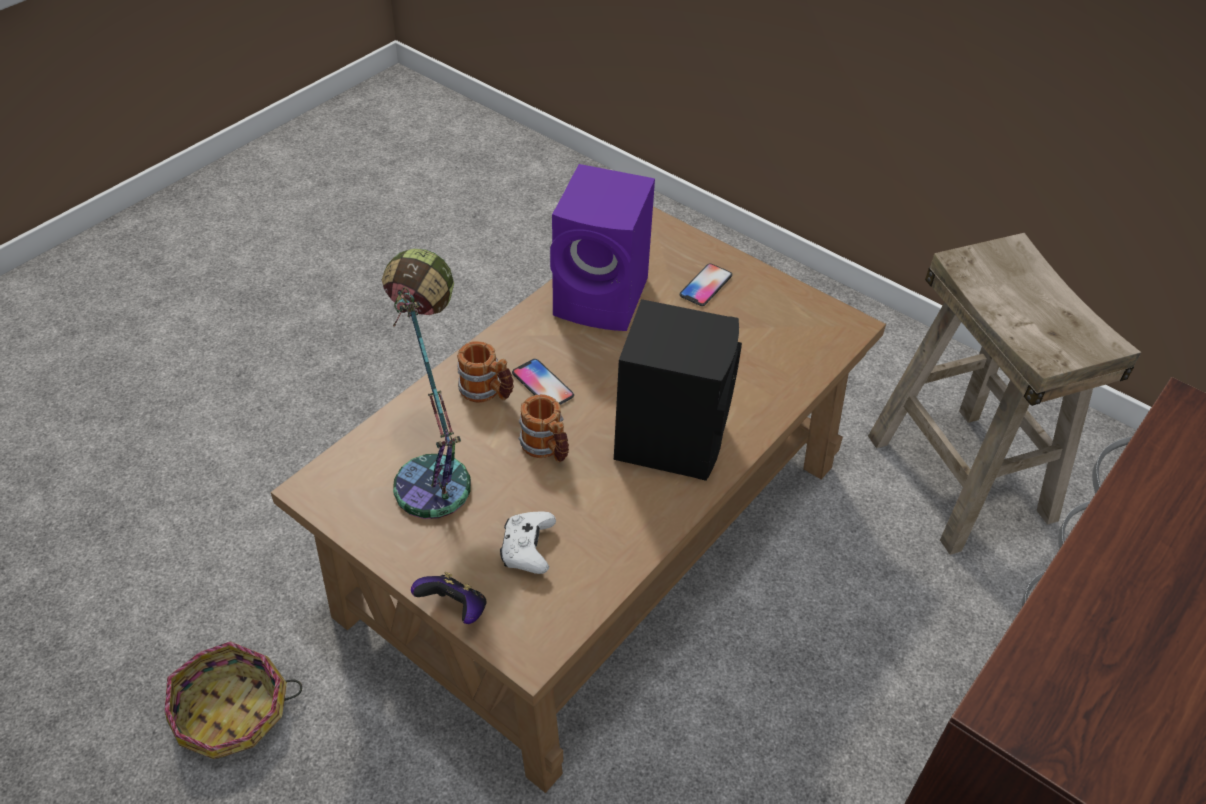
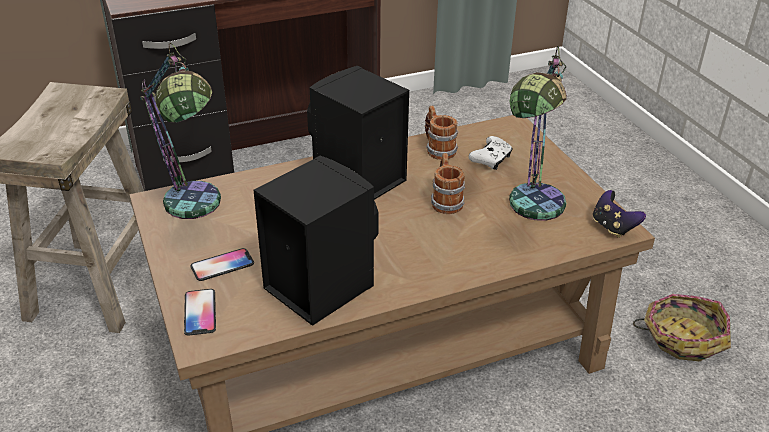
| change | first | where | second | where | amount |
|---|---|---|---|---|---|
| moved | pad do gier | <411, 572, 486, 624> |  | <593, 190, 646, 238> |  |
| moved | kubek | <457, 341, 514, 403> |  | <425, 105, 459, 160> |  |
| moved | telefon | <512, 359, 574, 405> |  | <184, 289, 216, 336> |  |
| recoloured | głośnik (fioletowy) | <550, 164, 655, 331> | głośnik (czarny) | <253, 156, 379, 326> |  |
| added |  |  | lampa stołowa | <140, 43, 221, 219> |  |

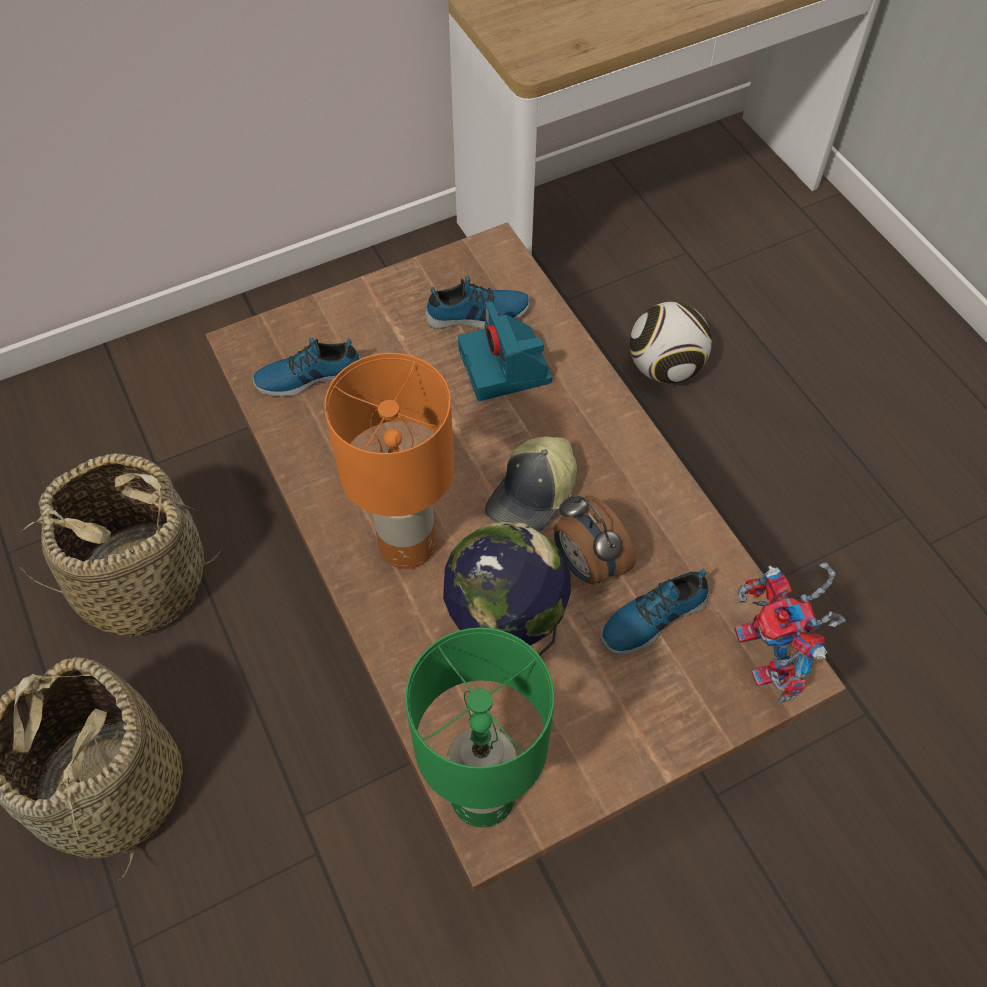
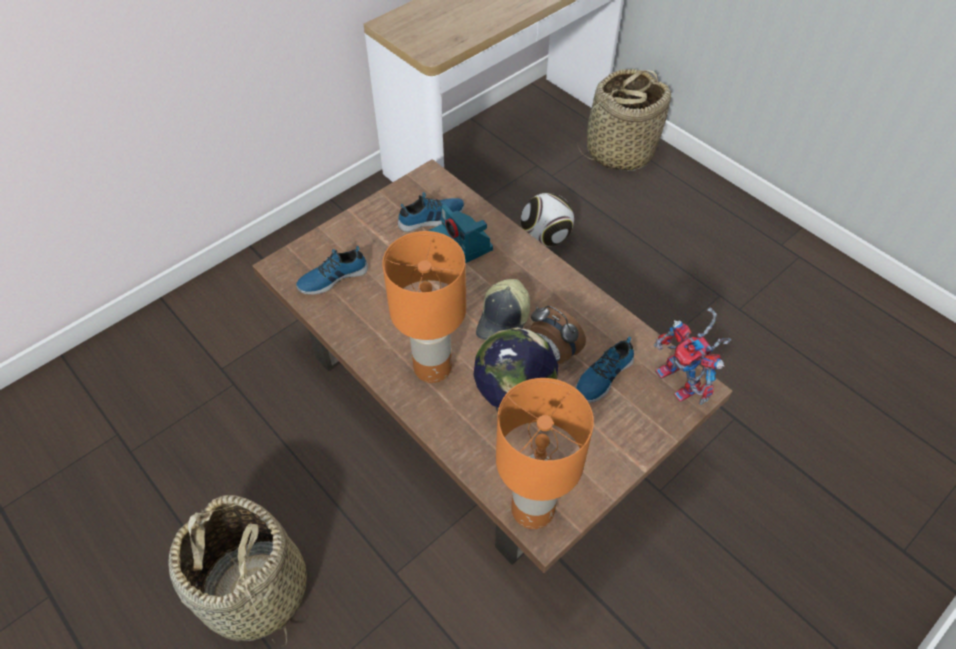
| change | first | where | second | where | amount |
|---|---|---|---|---|---|
| moved | koszyk | <13, 454, 222, 637> |  | <577, 69, 671, 171> |  |
| recoloured | lampa stołowa (zielony) | <405, 627, 554, 828> | lampa stołowa (pomarańczowy) | <496, 378, 594, 529> |  |

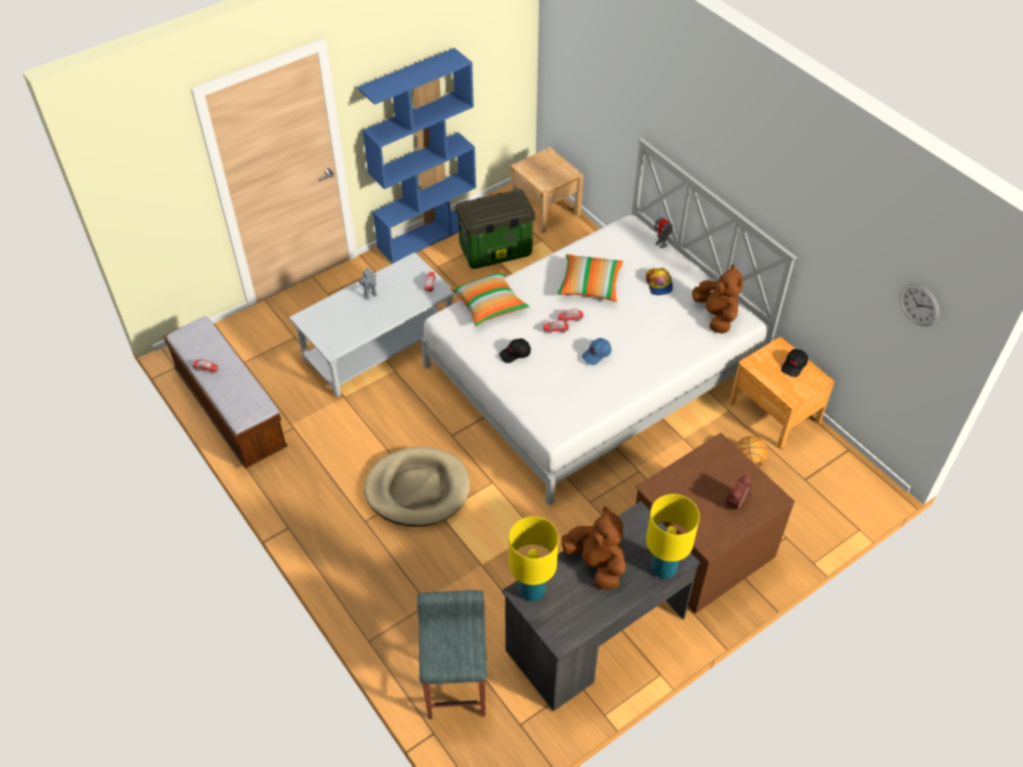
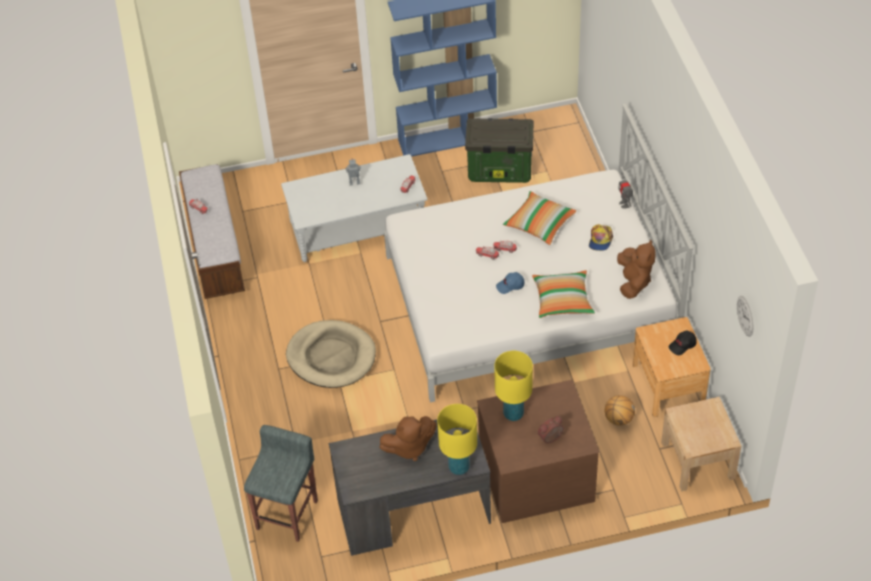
| change | first | where | second | where | amount |
|---|---|---|---|---|---|
| moved | poduszka | <450, 269, 529, 326> |  | <532, 270, 595, 318> |  |
| removed | czapka z daszkiem (czarny) | <499, 338, 531, 363> |  |  |  |
| moved | lampa stołowa (żółty) | <509, 517, 559, 601> |  | <494, 351, 533, 421> |  |
| moved | szafka nocna (beżowy) | <510, 147, 584, 234> |  | <661, 397, 741, 491> |  |
| turned | pluszak (brązowy) | <562, 506, 626, 590> |  | <379, 416, 437, 461> | 90 degrees clockwise |

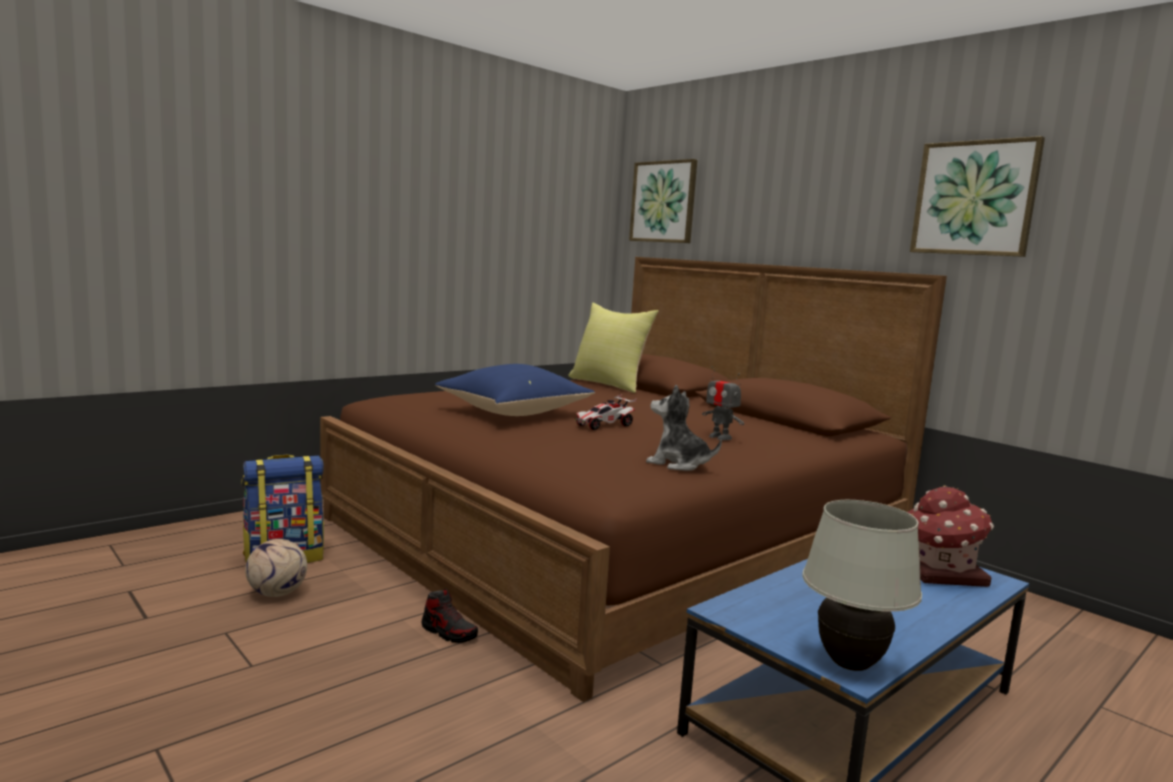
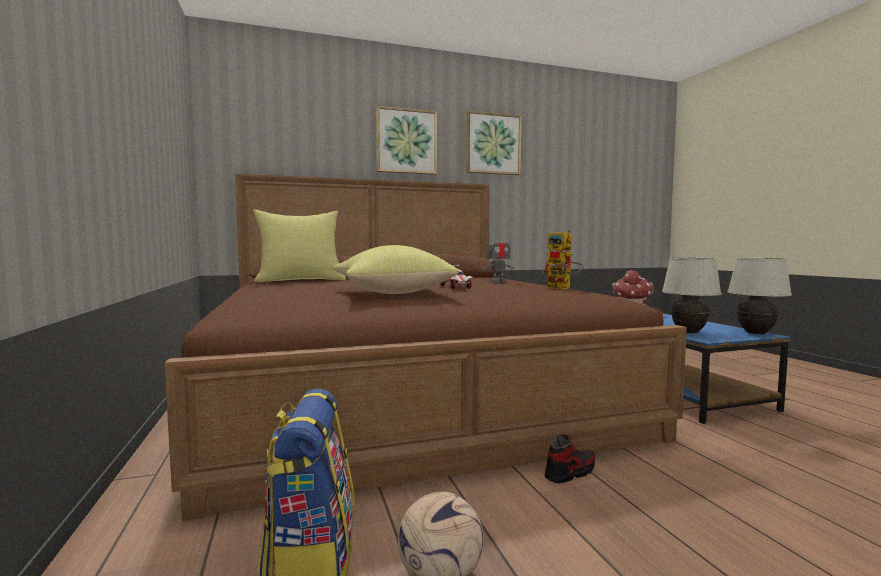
| change | first | where | second | where | amount |
|---|---|---|---|---|---|
| recoloured | poduszka (niebieski) | <435, 364, 595, 416> | poduszka (żółty) | <332, 245, 458, 294> |  |
| moved | obraz | <629, 159, 697, 243> |  | <376, 106, 437, 175> |  |
| replaced | pluszak | <646, 385, 722, 471> | robot zabawkowy | <542, 229, 584, 290> |  |
| added |  |  | lampa stołowa (biały) | <662, 258, 722, 333> |  |

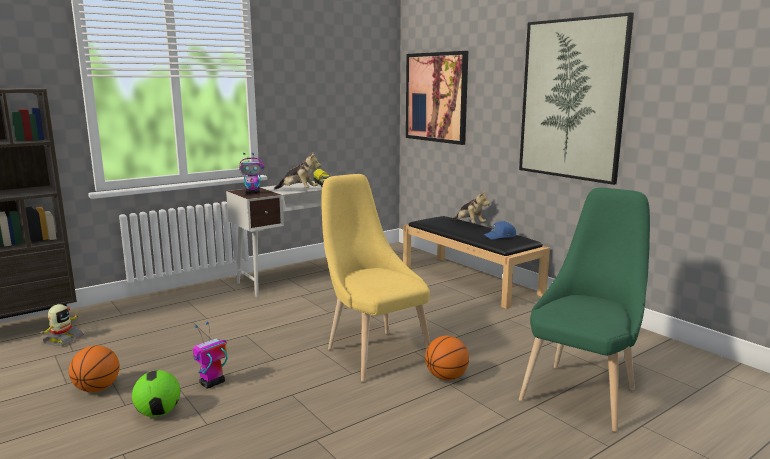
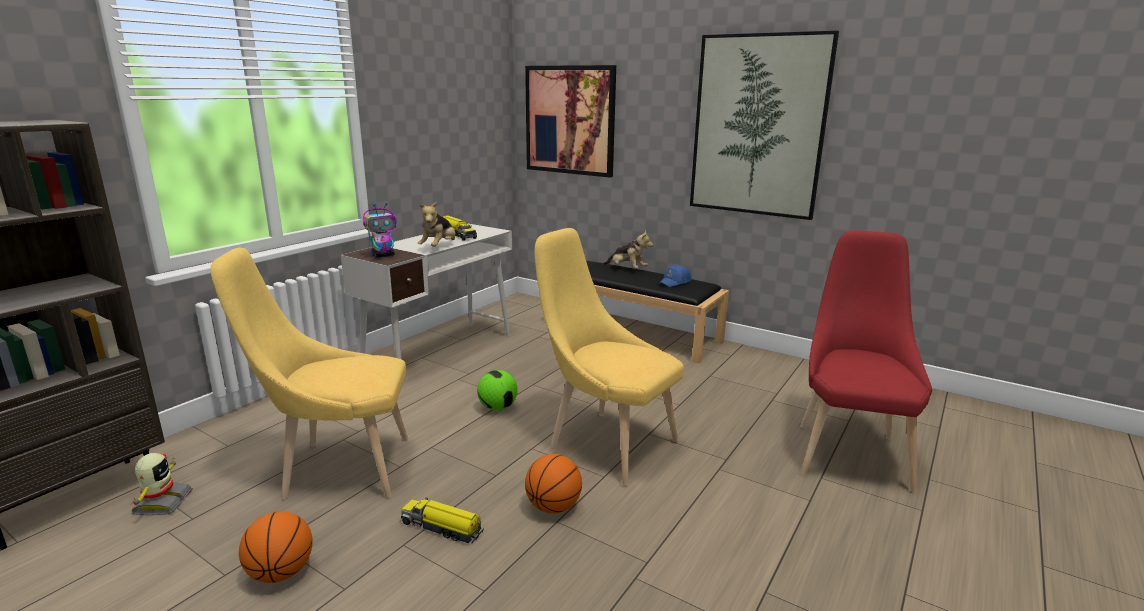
| change | first | where | second | where | amount |
|---|---|---|---|---|---|
| moved | piłka futbolowa | <132, 370, 180, 417> |  | <477, 370, 518, 410> |  |
| replaced | robot zabawkowy | <193, 322, 228, 389> | ciężarówka zabawkowa | <401, 498, 484, 543> |  |
| turned | pluszak | <274, 153, 321, 189> |  | <418, 202, 455, 247> | 105 degrees clockwise |
| moved | piłka do koszykówki | <425, 336, 469, 380> |  | <525, 454, 582, 513> |  |
| recoloured | krzesło (zielony) | <519, 188, 650, 432> | krzesło (czerwony) | <800, 230, 932, 492> |  |
| added |  |  | krzesło (żółty) | <211, 248, 408, 499> |  |

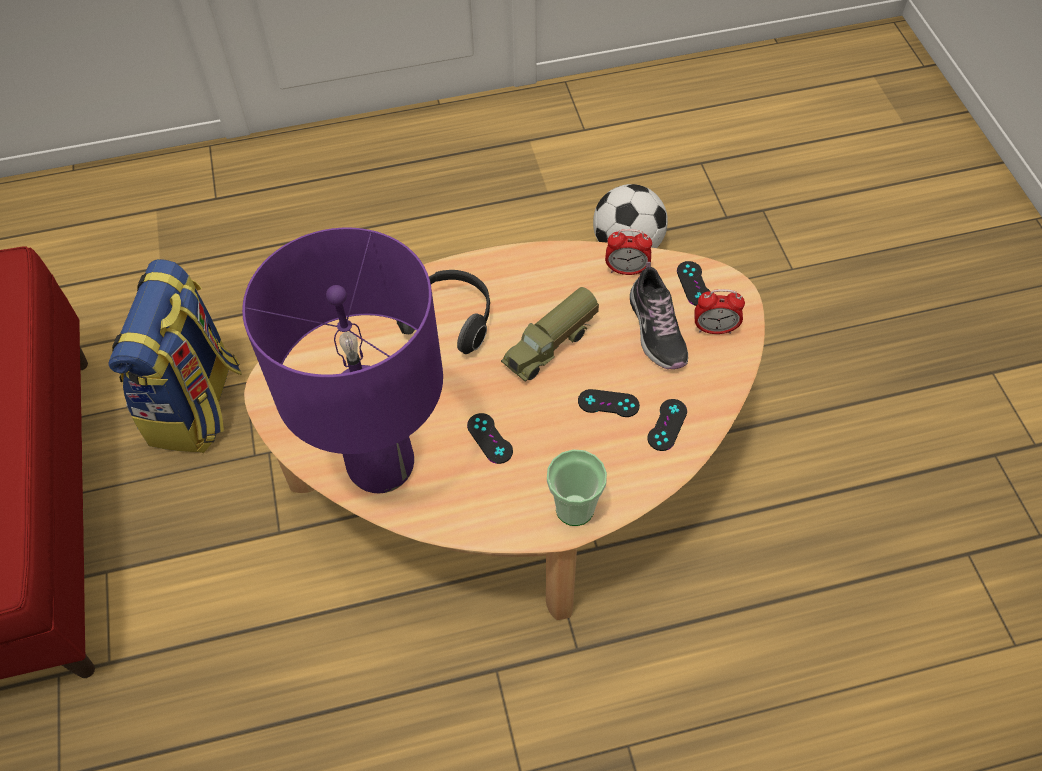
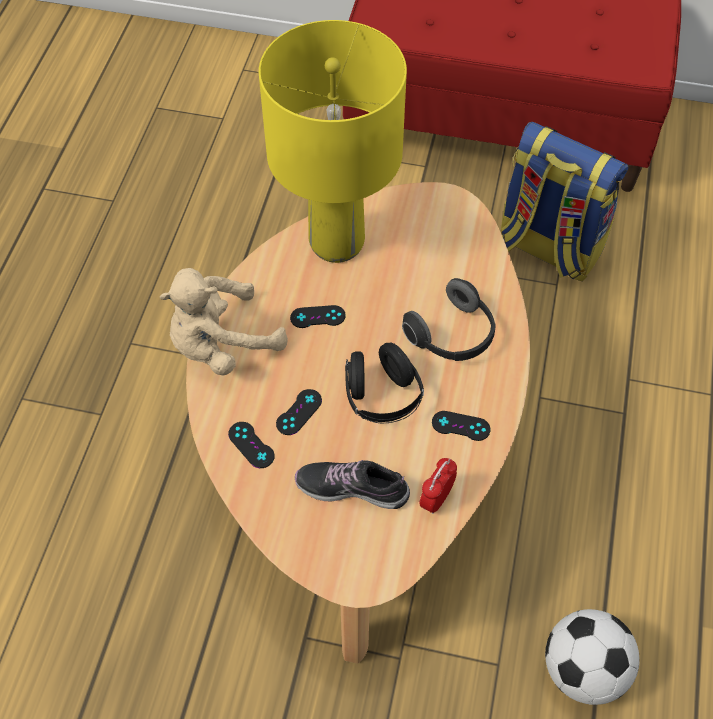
| change | first | where | second | where | amount |
|---|---|---|---|---|---|
| recoloured | lampa stołowa (fioletowy) | <242, 228, 443, 493> | lampa stołowa (żółty) | <259, 20, 407, 263> |  |
| replaced | ciężarówka zabawkowa | <501, 287, 599, 382> | słuchawki (czarny) | <345, 343, 424, 423> |  |
| replaced | filiżanka | <547, 449, 607, 526> | pluszak (beżowy) | <160, 268, 288, 376> |  |
| moved | pad do gier (czarny) | <677, 261, 711, 306> |  | <432, 411, 490, 441> |  |
| removed | budzik | <694, 289, 745, 334> |  |  |  |

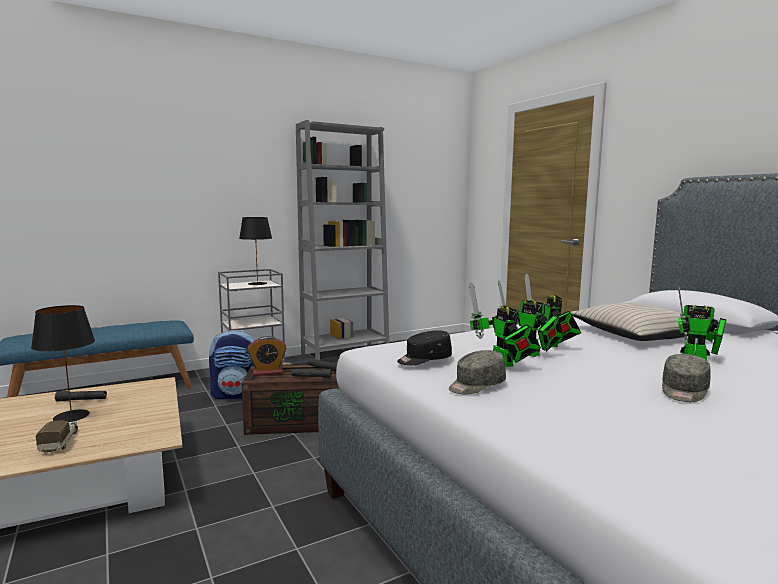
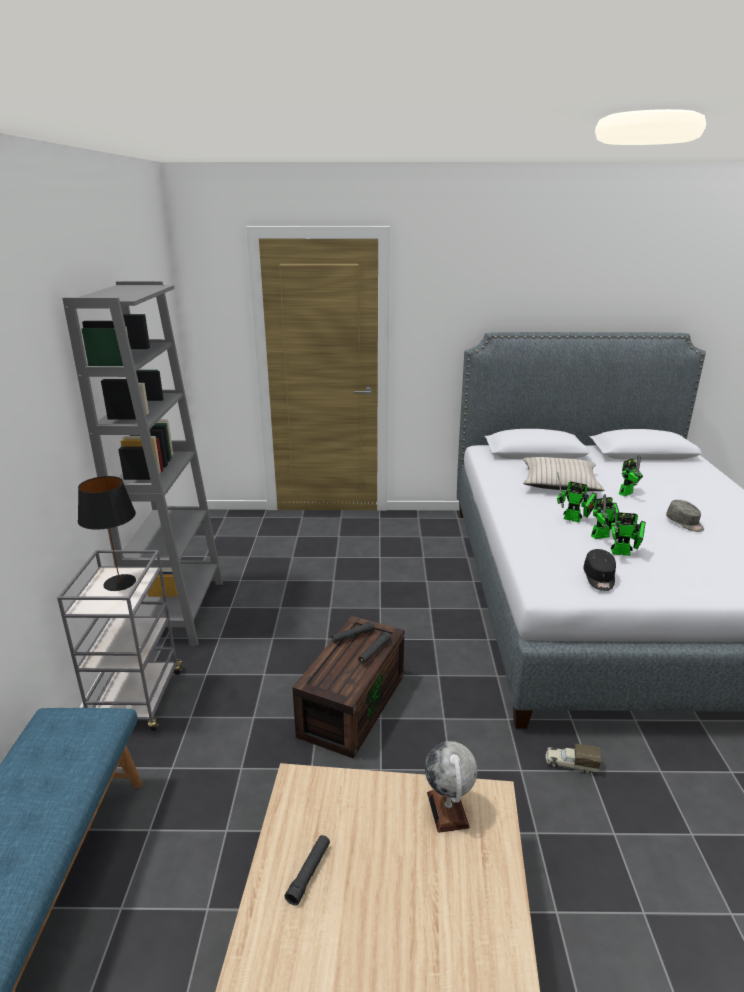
| change | first | where | second | where | amount |
|---|---|---|---|---|---|
| removed | lampa stołowa (czarny) | <31, 305, 95, 422> |  |  |  |
| moved | ciężarówka zabawkowa | <36, 420, 78, 453> |  | <545, 743, 601, 773> |  |
| removed | plecak | <209, 330, 255, 399> |  |  |  |
| removed | budzik | <247, 336, 287, 376> |  |  |  |
| removed | czapka z daszkiem (szary) | <449, 350, 506, 395> |  |  |  |
| added |  |  | globus | <425, 741, 477, 833> |  |

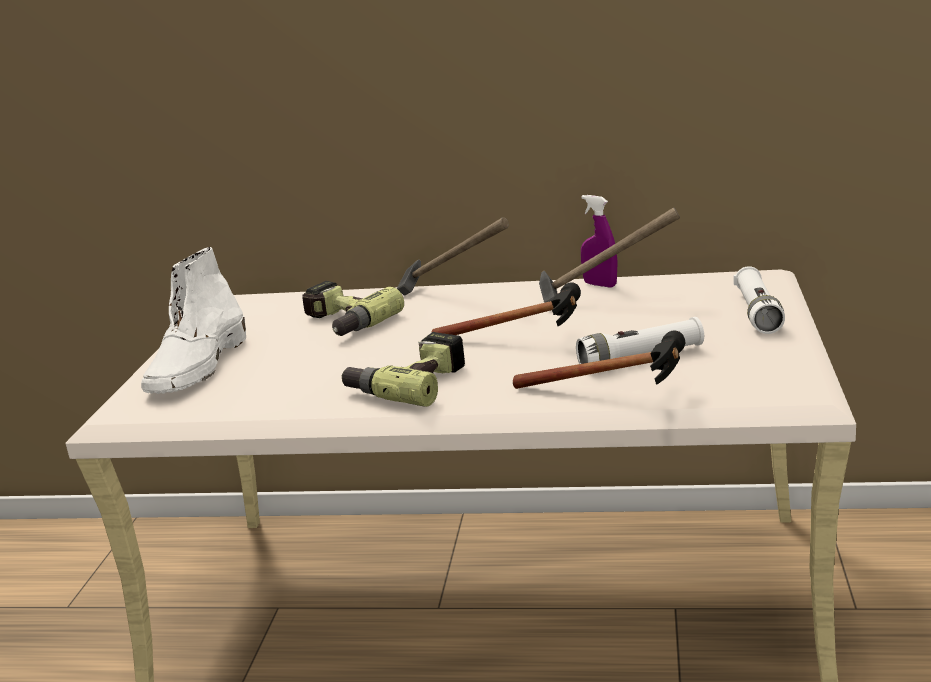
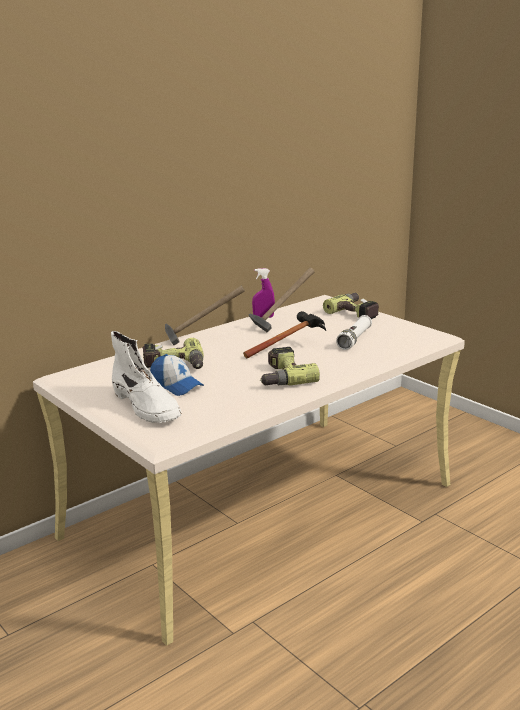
| change | first | where | second | where | amount |
|---|---|---|---|---|---|
| removed | młotek | <513, 331, 685, 389> |  |  |  |
| replaced | latarka (biały) | <733, 266, 785, 334> | wiertarka | <323, 293, 379, 319> |  |
| added |  |  | czapka z daszkiem | <150, 354, 204, 396> |  |

